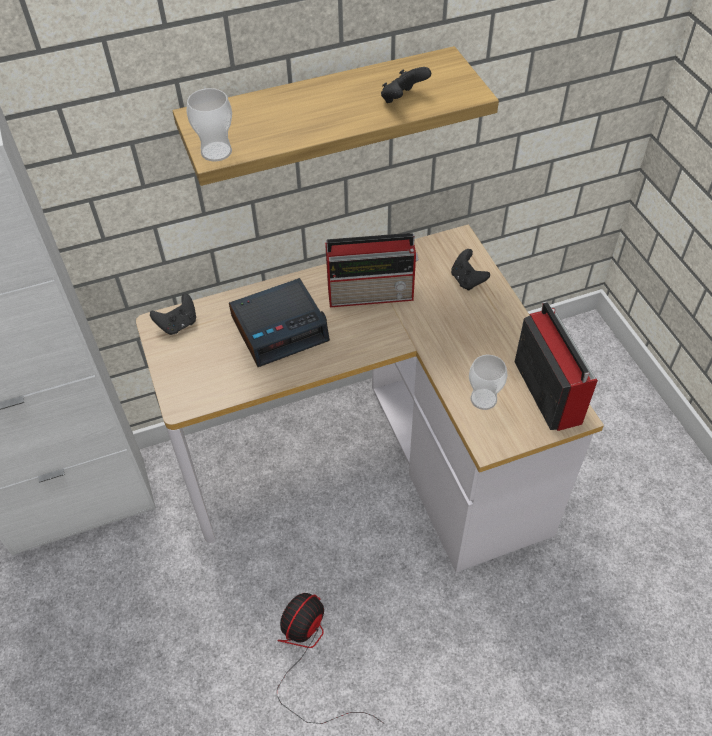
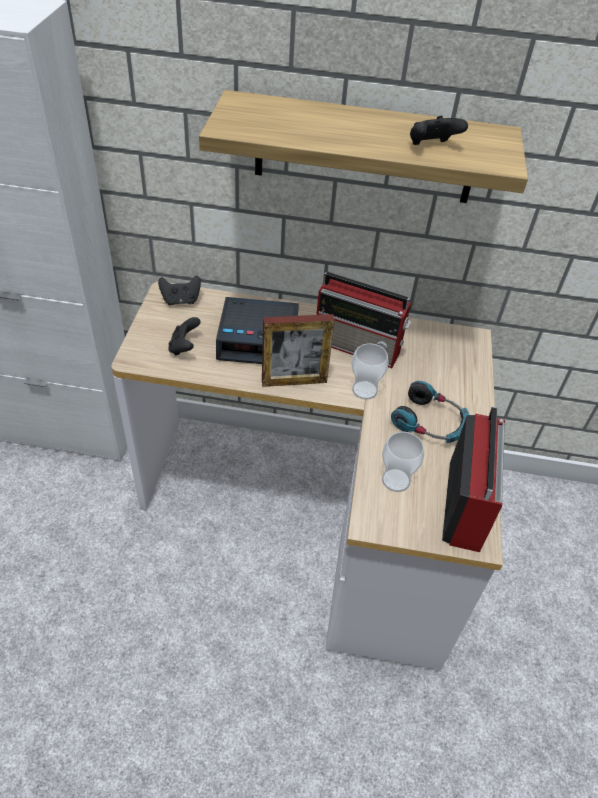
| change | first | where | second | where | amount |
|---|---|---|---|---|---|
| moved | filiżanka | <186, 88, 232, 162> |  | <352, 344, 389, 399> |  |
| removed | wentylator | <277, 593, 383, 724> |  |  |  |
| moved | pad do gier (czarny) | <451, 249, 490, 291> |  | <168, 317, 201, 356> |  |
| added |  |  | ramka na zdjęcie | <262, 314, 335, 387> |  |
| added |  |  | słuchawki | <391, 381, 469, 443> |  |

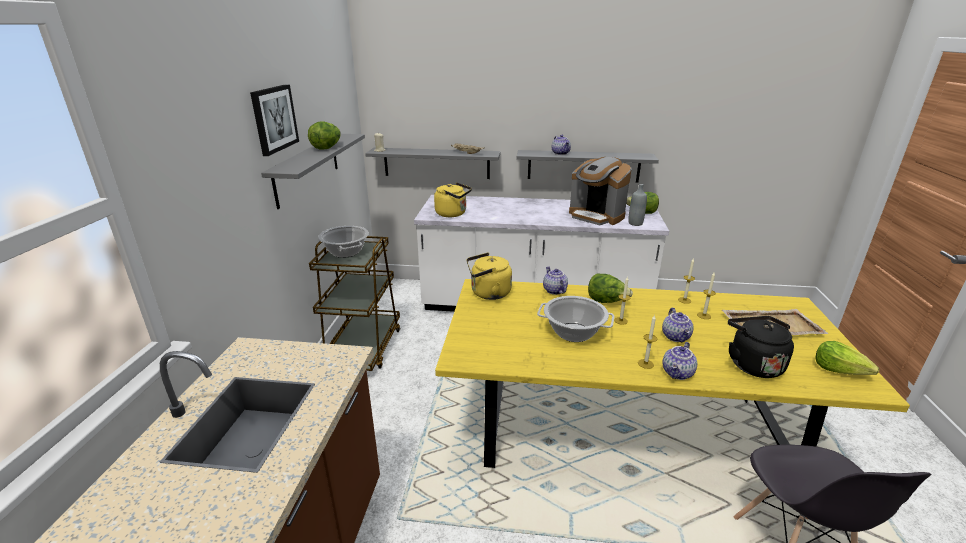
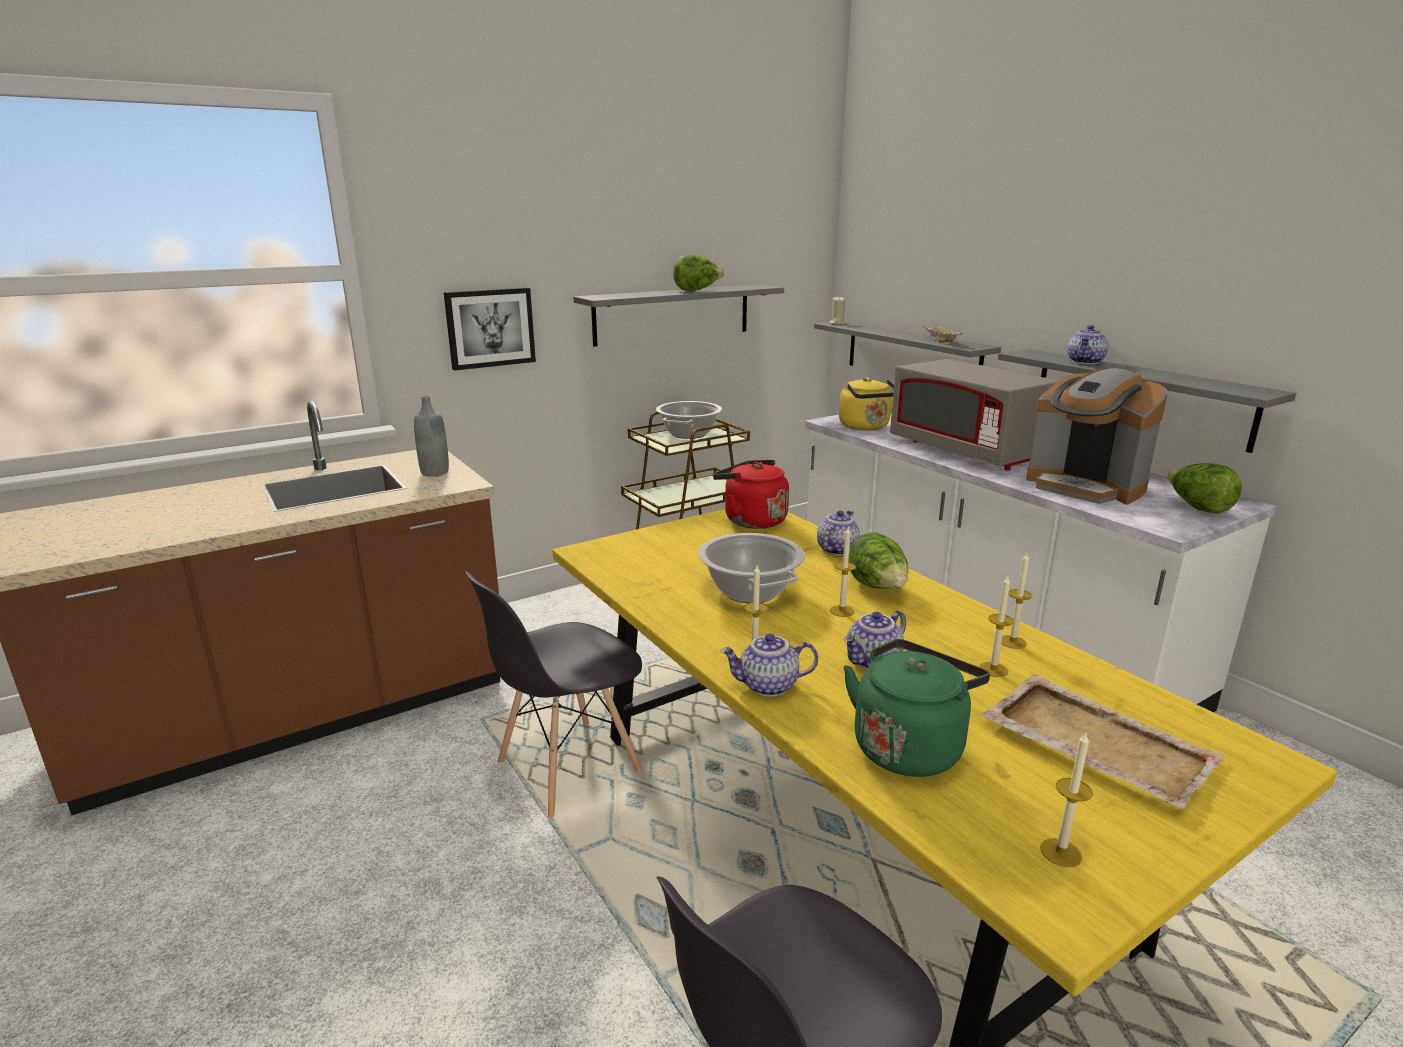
| change | first | where | second | where | amount |
|---|---|---|---|---|---|
| moved | obraz | <250, 84, 299, 156> |  | <444, 288, 536, 371> |  |
| recoloured | czajnik (żółty) | <467, 253, 512, 300> | czajnik (czerwony) | <713, 460, 789, 529> |  |
| turned | ekspres do kawy | <569, 157, 631, 225> |  | <1026, 368, 1168, 504> | 45 degrees counterclockwise |
| moved | butelka (szary) | <628, 184, 647, 226> |  | <414, 396, 449, 477> |  |
| recoloured | czajnik (czarny) | <728, 316, 794, 378> | czajnik (zielony) | <843, 639, 990, 777> |  |
| replaced | sałata | <815, 341, 879, 375> | świeca | <1040, 733, 1093, 868> |  |
| added |  |  | krzesło (szary) | <464, 571, 642, 818> |  |
| added |  |  | mikrofalówka (szary) | <890, 359, 1059, 471> |  |

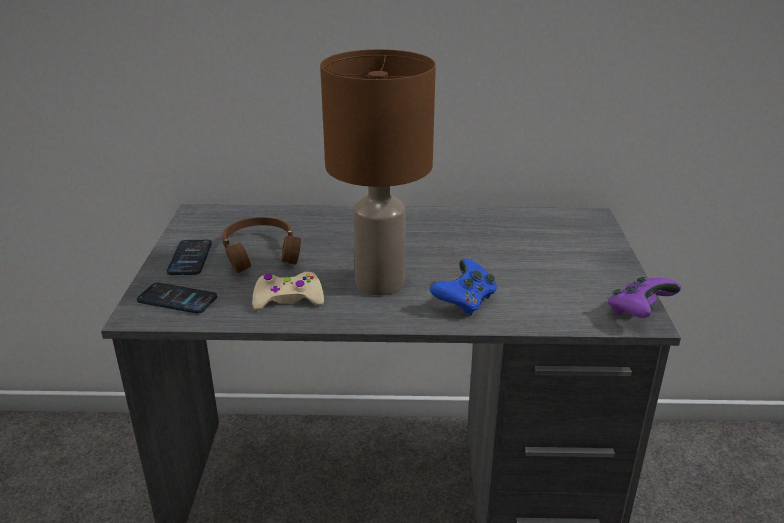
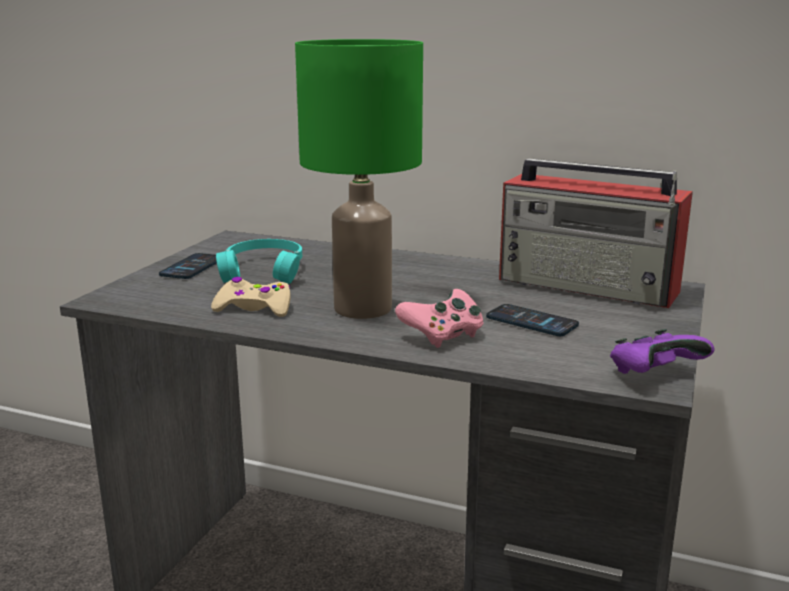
| change | first | where | second | where | amount |
|---|---|---|---|---|---|
| moved | telefon | <137, 283, 217, 314> |  | <486, 304, 579, 336> |  |
| recoloured | słuchawki (brązowy) | <222, 217, 301, 273> | słuchawki (turkusowy) | <216, 239, 302, 284> |  |
| recoloured | lampa stołowa (brązowy) | <320, 49, 436, 295> | lampa stołowa (zielony) | <295, 39, 423, 319> |  |
| recoloured | pad do gier (niebieski) | <430, 258, 497, 316> | pad do gier (różowy) | <395, 289, 484, 348> |  |
| added |  |  | radio | <499, 158, 693, 308> |  |

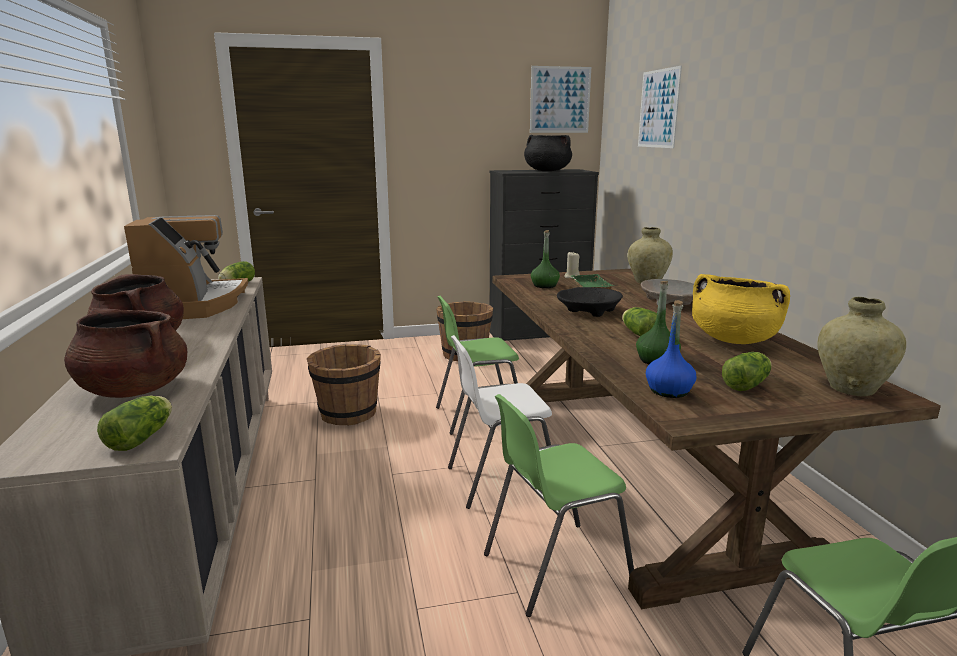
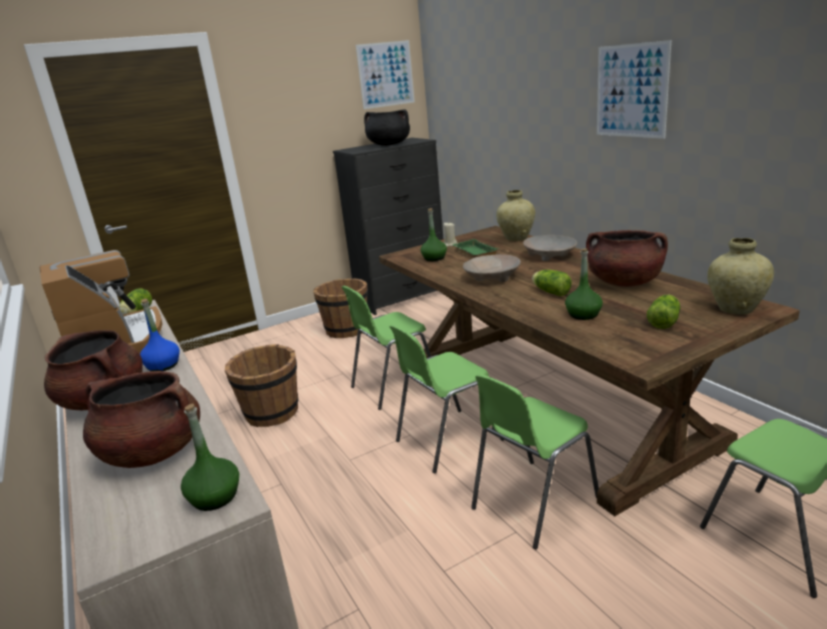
| change | first | where | second | where | amount |
|---|---|---|---|---|---|
| replaced | sałata | <97, 396, 172, 451> | butelka (zielony) | <181, 404, 239, 511> |  |
| recoloured | krzesło (biały) | <448, 335, 552, 509> | krzesło (zielony) | <389, 324, 504, 473> |  |
| recoloured | miska (czarny) | <557, 287, 623, 317> | miska (beżowy) | <463, 254, 521, 282> |  |
| moved | obraz | <638, 66, 682, 148> |  | <597, 40, 671, 139> |  |
| moved | butelka (niebieski) | <646, 300, 697, 398> |  | <140, 299, 180, 371> |  |
| recoloured | garnek (żółty) | <692, 274, 790, 344> | garnek (brązowy) | <586, 230, 668, 287> |  |

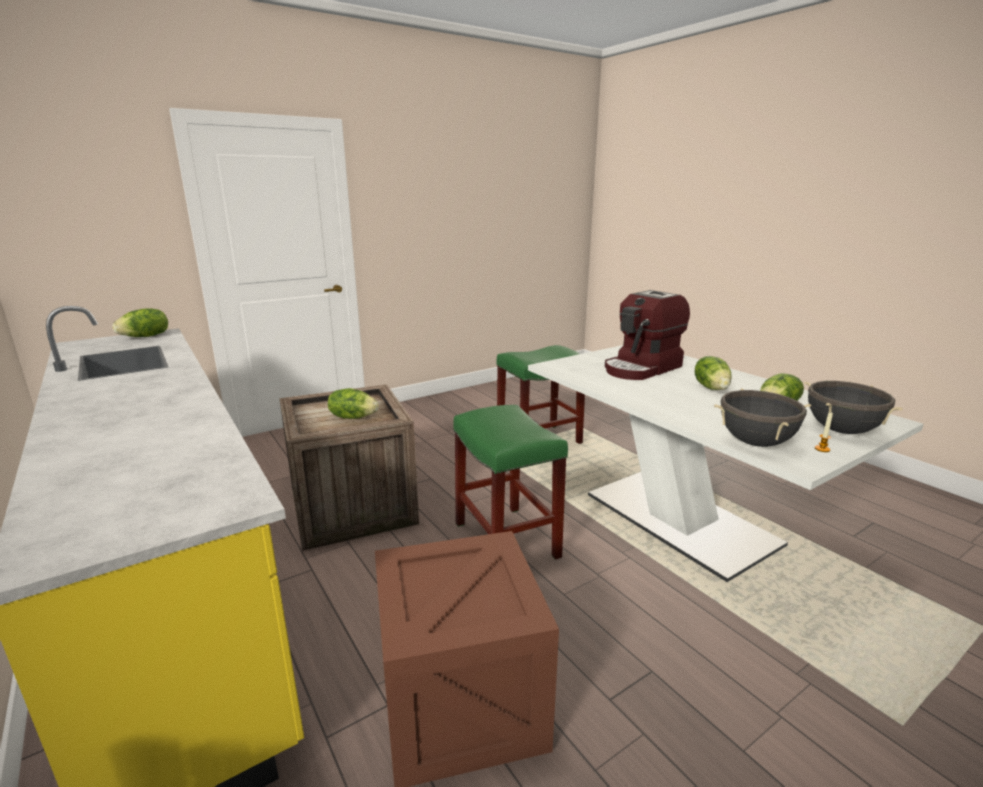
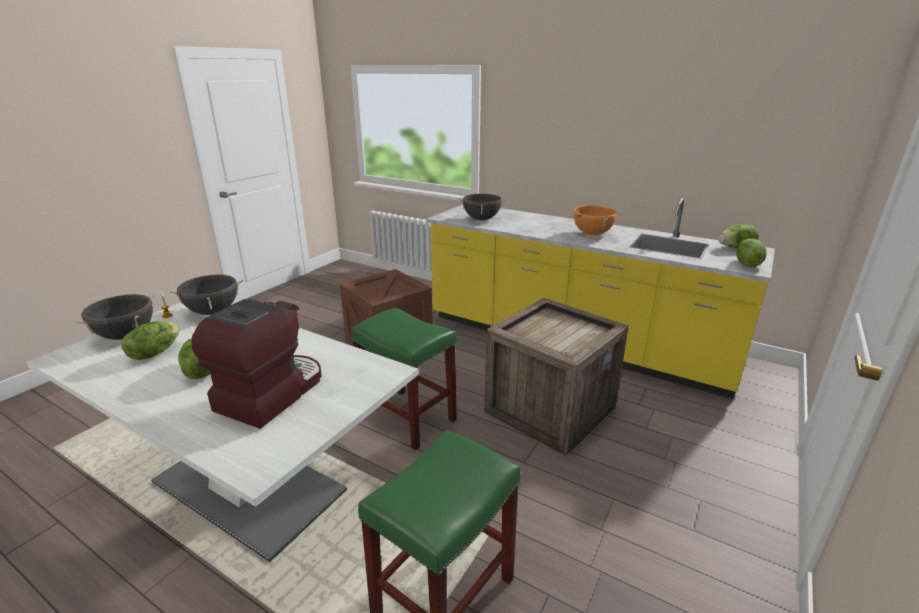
| change | first | where | second | where | amount |
|---|---|---|---|---|---|
| moved | sałata | <328, 388, 379, 419> |  | <718, 224, 759, 248> |  |
| added |  |  | garnek (czarny) | <458, 193, 507, 220> |  |
| added |  |  | garnek (pomarańczowy) | <570, 206, 620, 235> |  |

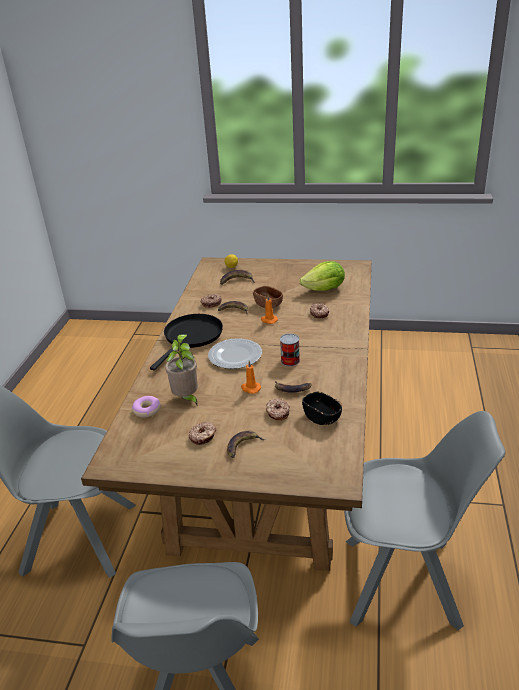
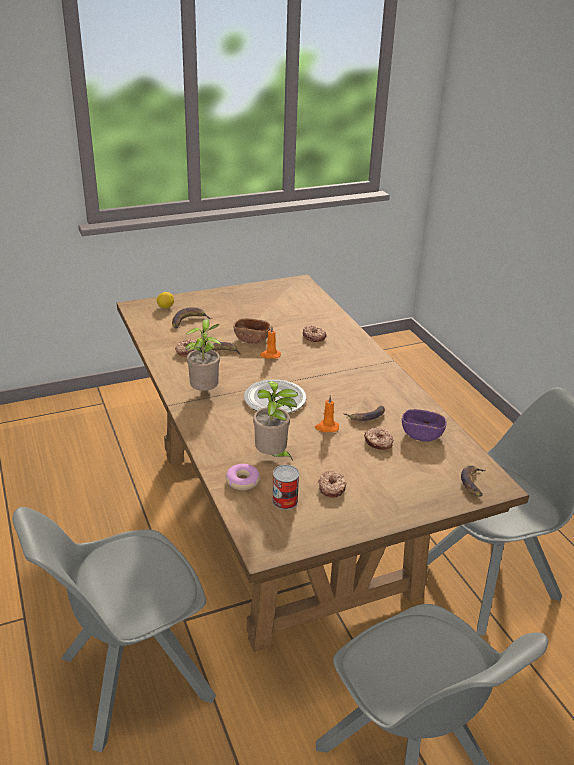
| change | first | where | second | where | amount |
|---|---|---|---|---|---|
| replaced | patelnia (czarny) | <150, 314, 223, 371> | roślina doniczkowa | <185, 319, 221, 391> |  |
| moved | banan | <227, 431, 265, 458> |  | <461, 465, 485, 497> |  |
| moved | puszka | <280, 333, 300, 366> |  | <272, 465, 299, 510> |  |
| removed | sałata | <299, 261, 345, 291> |  |  |  |
| recoloured | miska (czarny) | <302, 392, 342, 425> | miska (fioletowy) | <402, 409, 447, 442> |  |

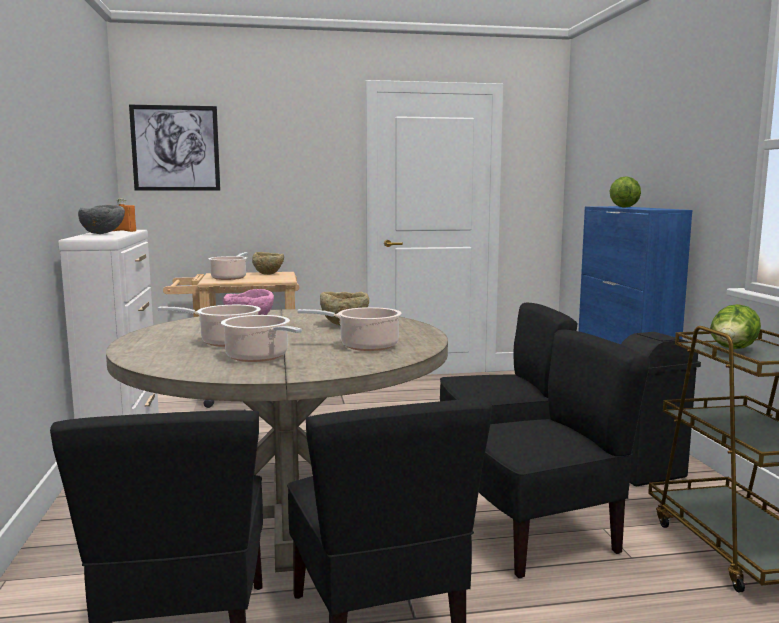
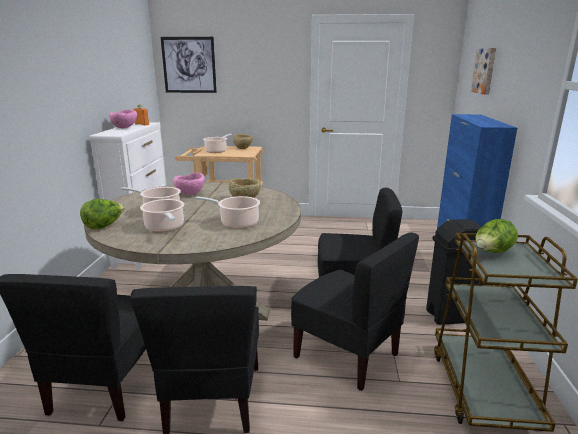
| change | first | where | second | where | amount |
|---|---|---|---|---|---|
| recoloured | miska (szary) | <78, 205, 125, 234> | miska (różowy) | <109, 109, 137, 129> |  |
| turned | krzesło (czarny) | <479, 329, 650, 579> |  | <291, 232, 419, 391> | 45 degrees clockwise |
| moved | sałata | <610, 176, 641, 208> |  | <80, 199, 125, 229> |  |
| added |  |  | obraz | <471, 48, 496, 95> |  |

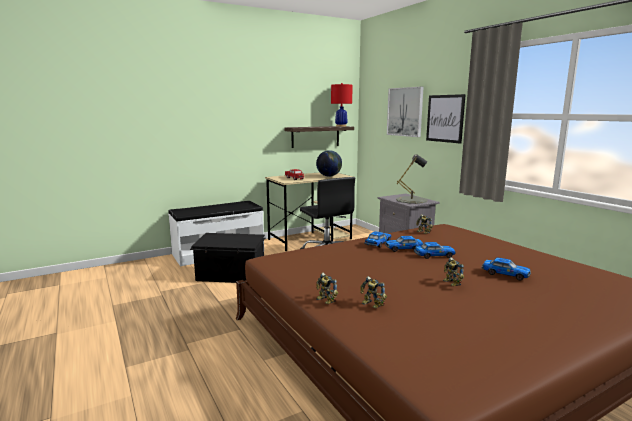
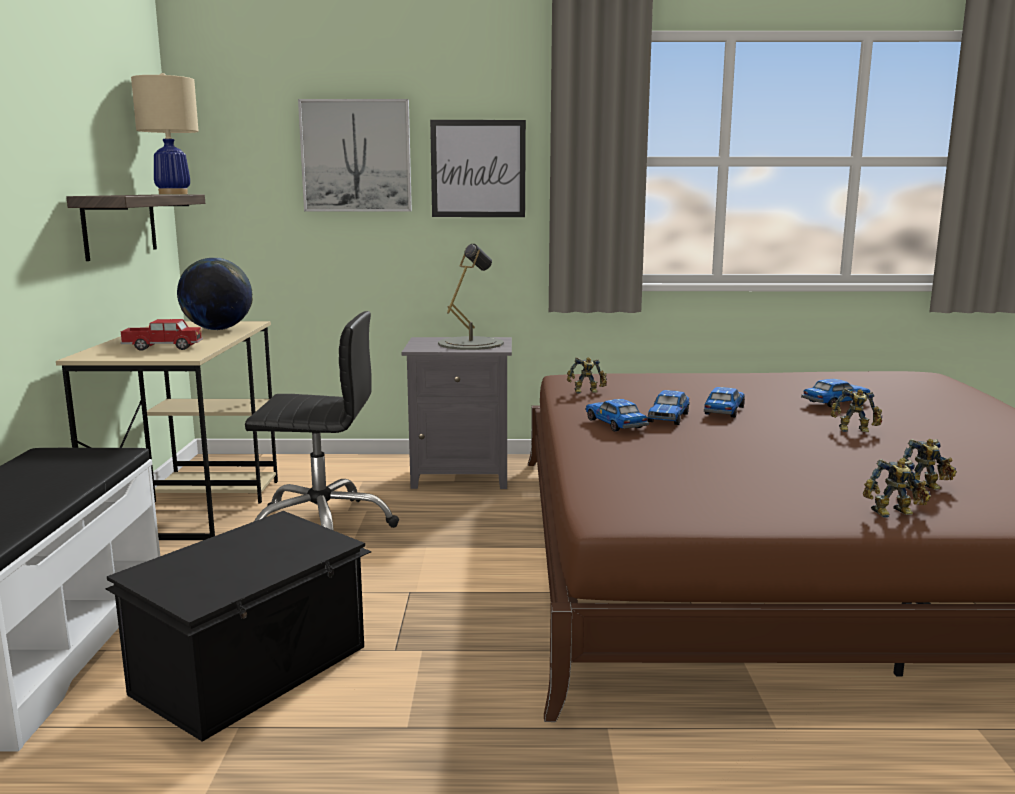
| change | first | where | second | where | amount |
|---|---|---|---|---|---|
| recoloured | lampa stołowa (czerwony) | <331, 83, 353, 127> | lampa stołowa (beżowy) | <131, 73, 199, 194> |  |

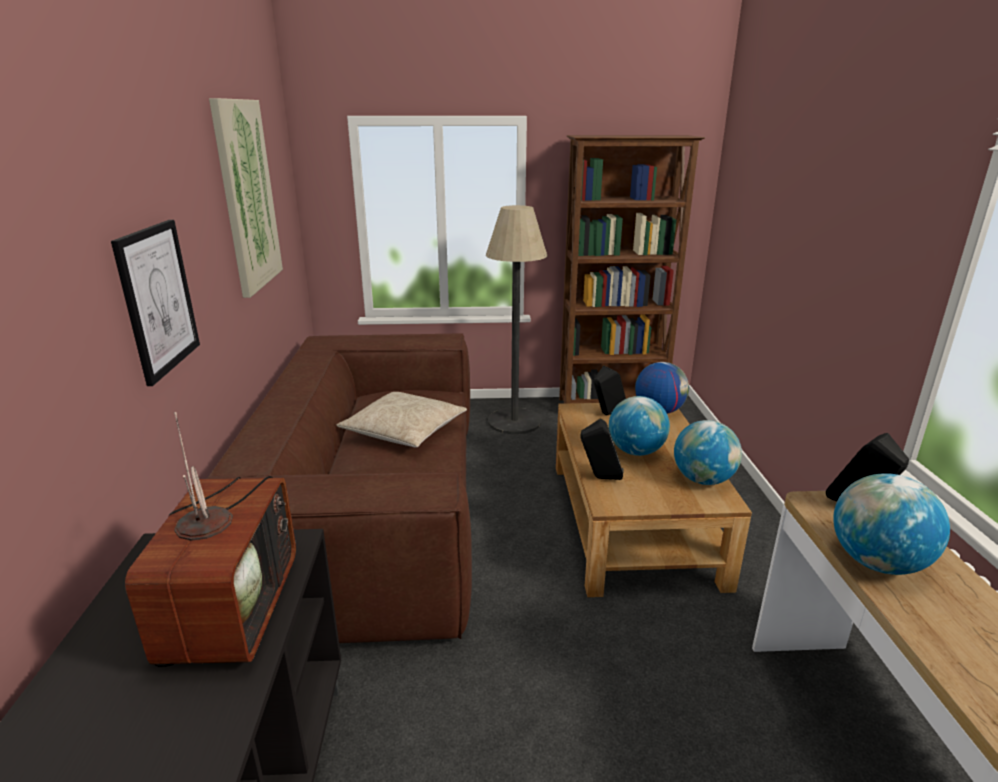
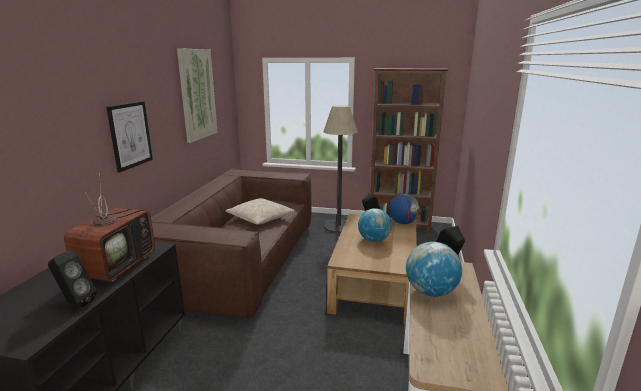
| change | first | where | second | where | amount |
|---|---|---|---|---|---|
| moved | głośnik (czarny) | <580, 418, 624, 480> |  | <48, 251, 97, 307> |  |
| removed | globus | <674, 420, 742, 485> |  |  |  |

